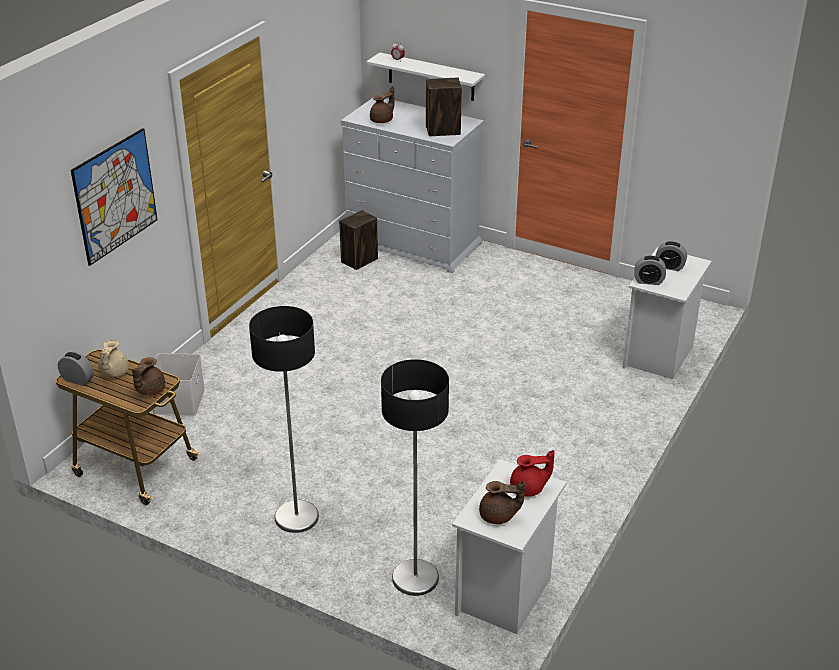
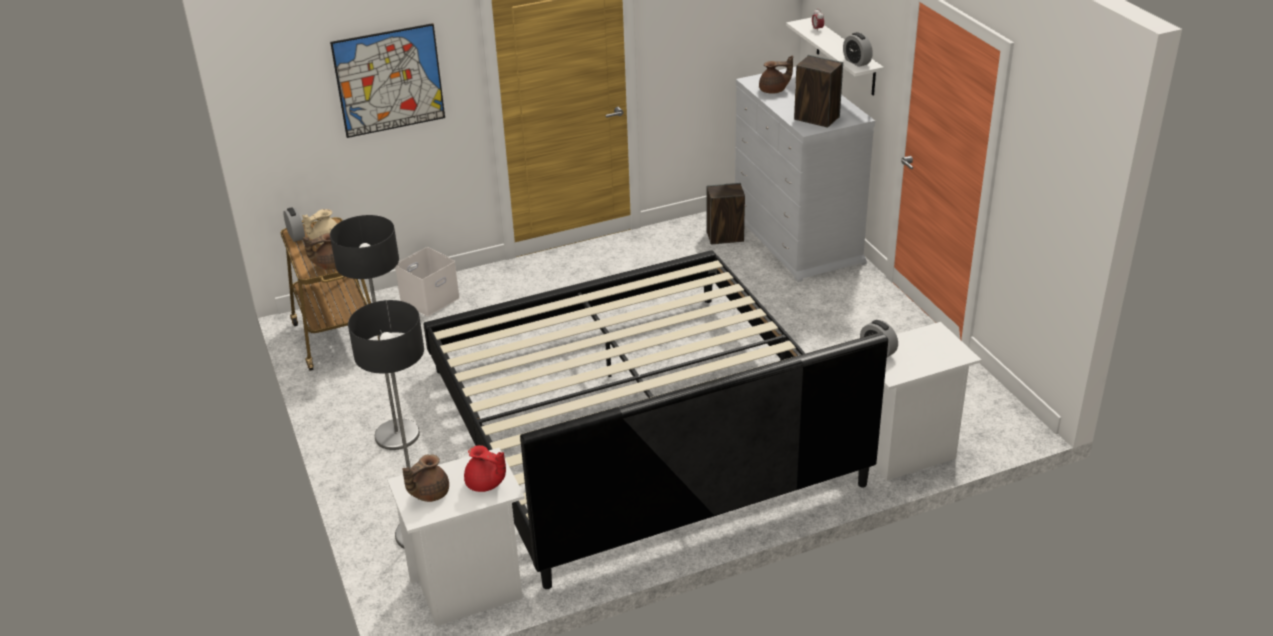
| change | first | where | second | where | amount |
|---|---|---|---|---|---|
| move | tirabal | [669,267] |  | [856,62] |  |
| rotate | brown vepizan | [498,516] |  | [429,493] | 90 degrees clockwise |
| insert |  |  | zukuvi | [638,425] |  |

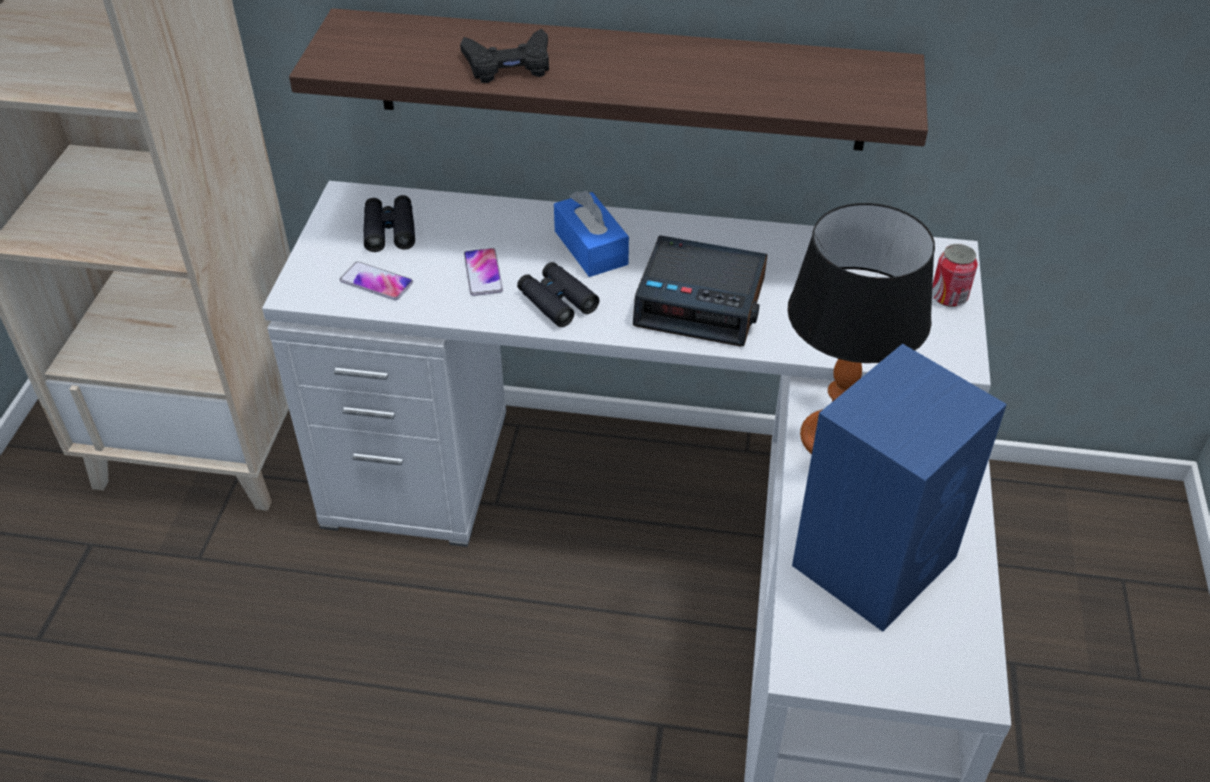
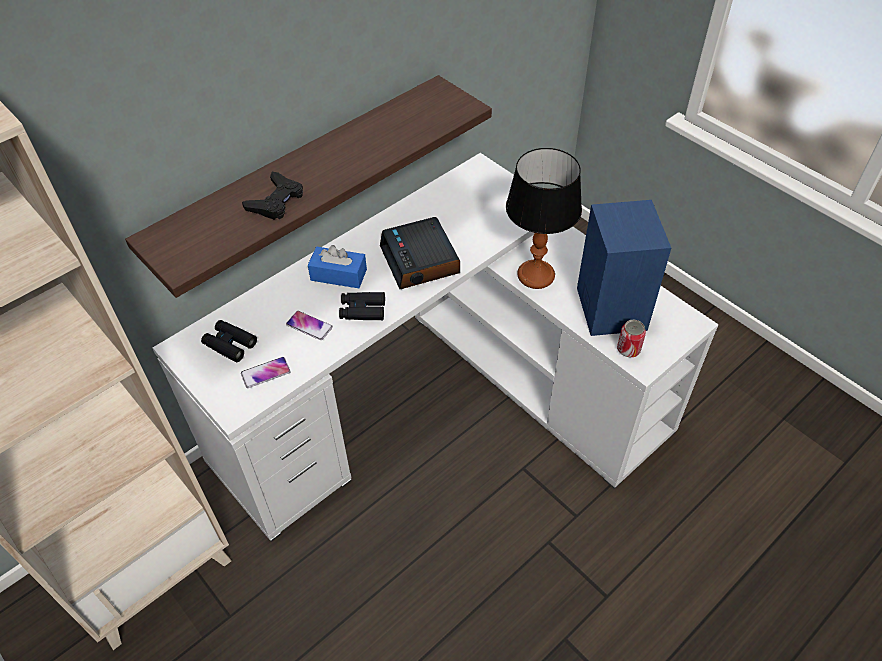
| change | first | where | second | where | amount |
|---|---|---|---|---|---|
| rotate | tirabal | [701,302] |  | [421,260] | 105 degrees clockwise |
| move | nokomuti | [948,297] |  | [628,349] |  |

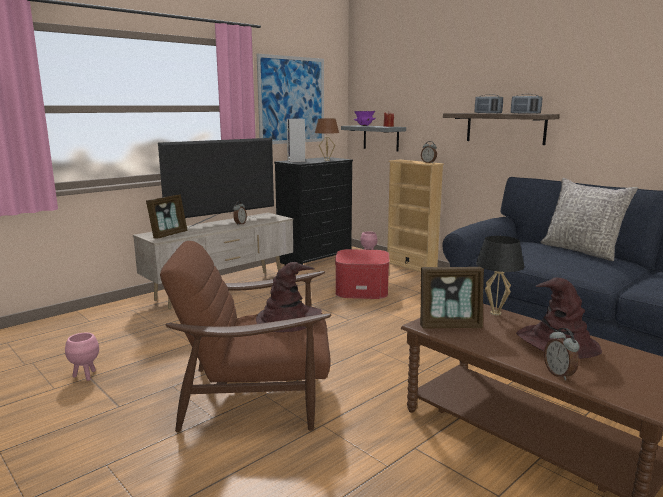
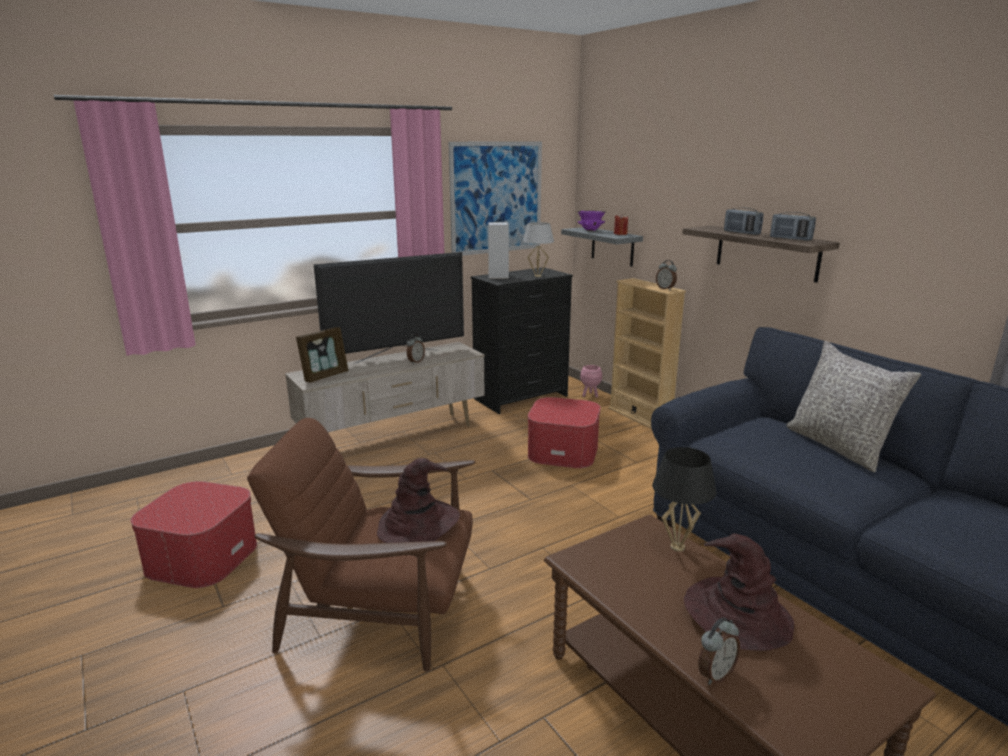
| change | first | where | second | where | amount |
|---|---|---|---|---|---|
| recolor | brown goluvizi | [327,160] | white goluvizi | [537,276] |  |
| delete | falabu | [450,325] |  |  |  |
| rotate | tirabal | [559,374] |  | [715,674] | 120 degrees counterclockwise |
| replace | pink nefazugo | [85,376] | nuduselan | [202,556] |  |

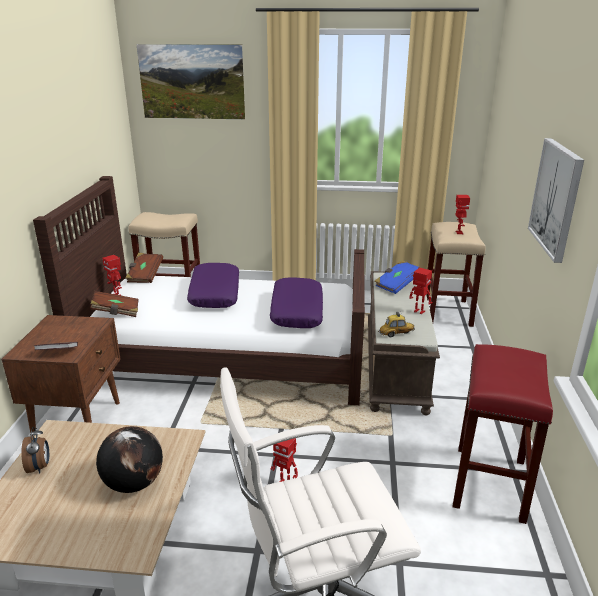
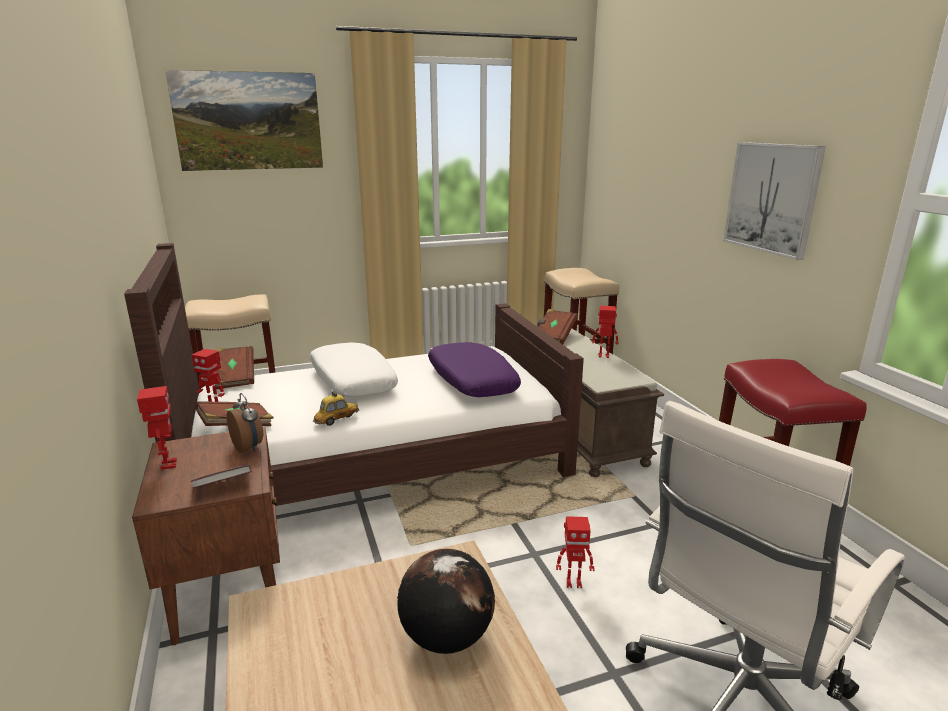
| change | first | where | second | where | amount |
|---|---|---|---|---|---|
| move | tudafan | [458,232] |  | [167,464] |  |
| recolor | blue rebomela | [397,285] | brown rebomela | [553,336] |  |
| recolor | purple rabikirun | [214,293] | white rabikirun | [352,381] |  |
| move | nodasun | [396,334] |  | [337,420] |  |
| move | tirabal | [40,467] |  | [249,447] |  |

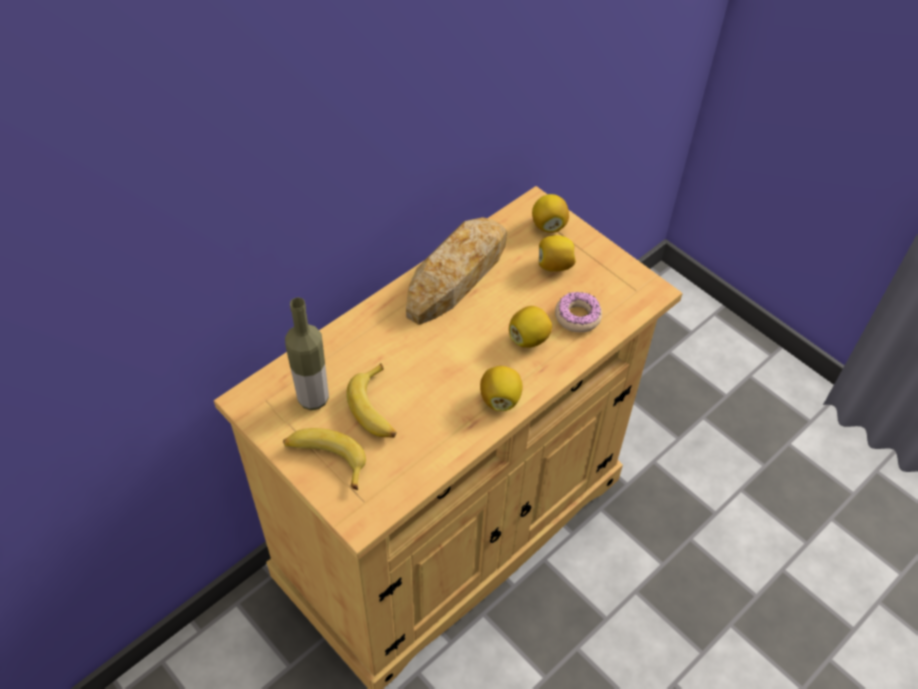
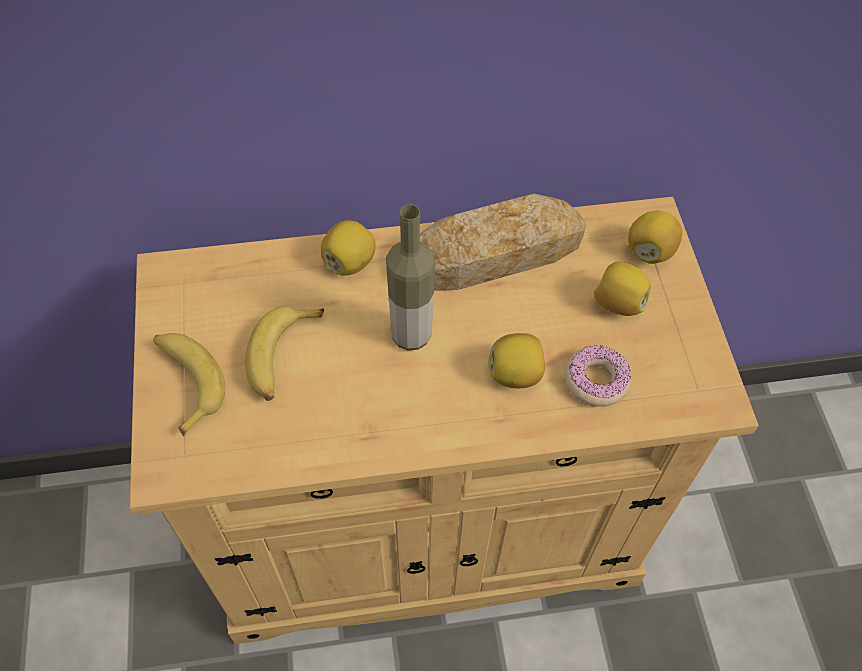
| change | first | where | second | where | amount |
|---|---|---|---|---|---|
| move | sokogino | [313,398] |  | [411,335] |  |
| move | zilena | [500,398] |  | [350,262] |  |

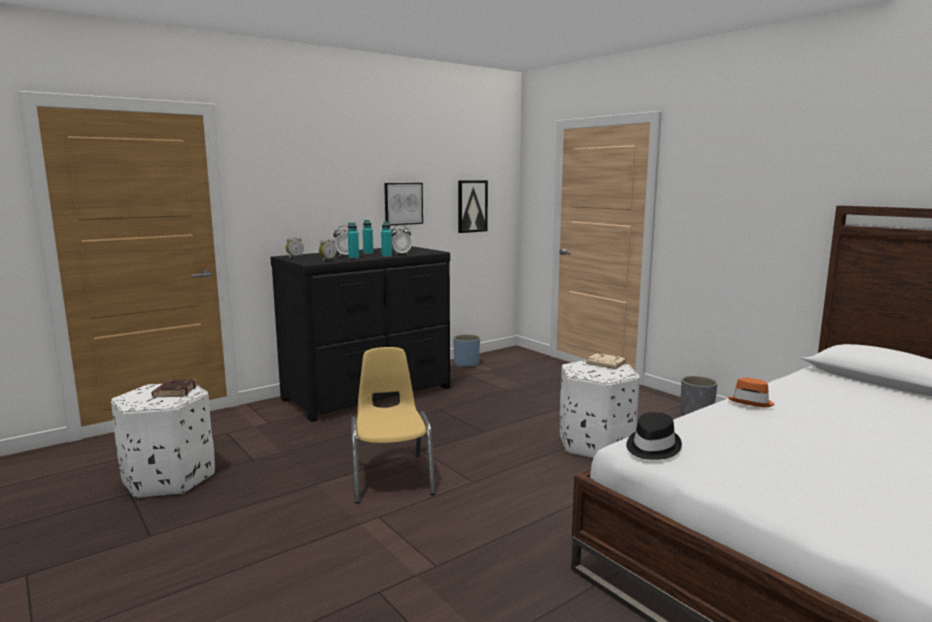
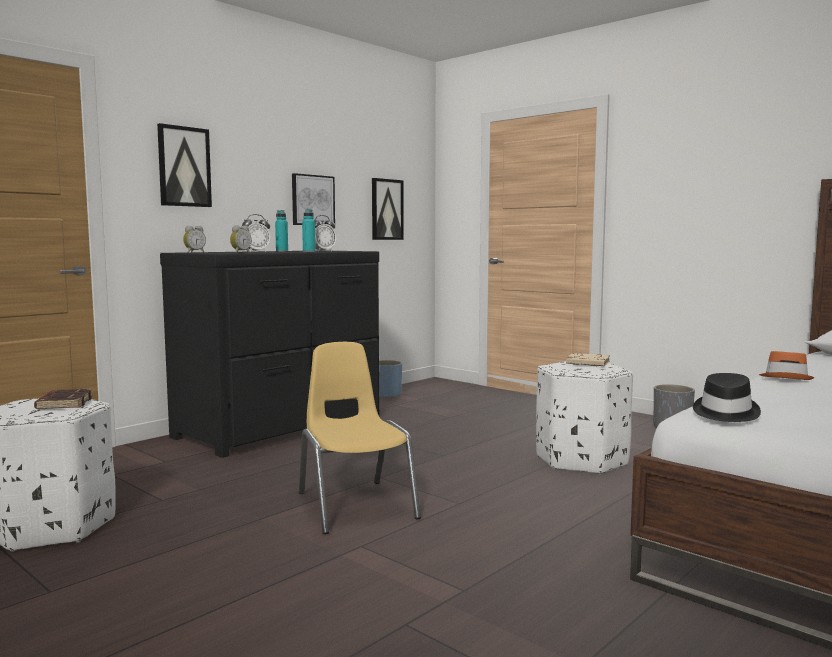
| change | first | where | second | where | amount |
|---|---|---|---|---|---|
| delete | turquoise sokogino | [353,258] |  |  |  |
| insert |  |  | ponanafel | [184,166] |  |

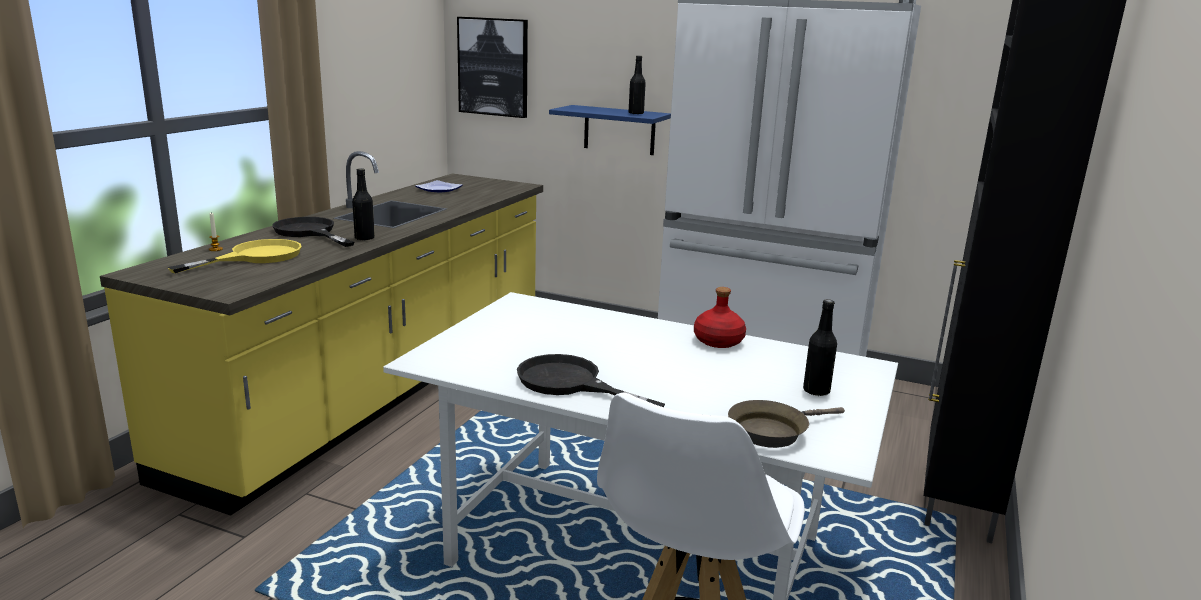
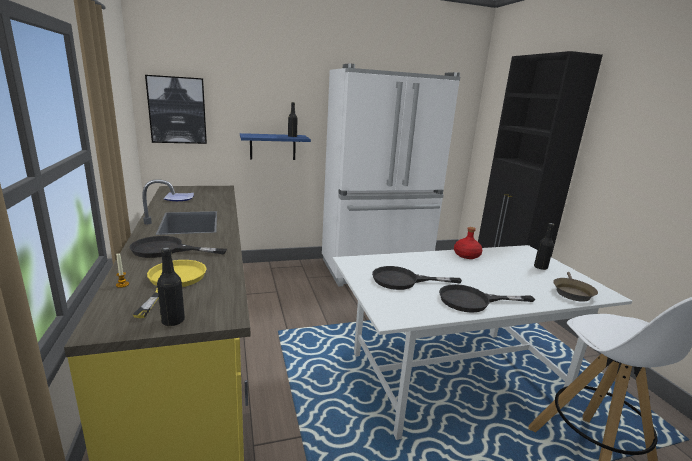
| change | first | where | second | where | amount |
|---|---|---|---|---|---|
| move | black sokogino | [364,238] |  | [173,321] |  |
| insert |  |  | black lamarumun | [403,280] |  |

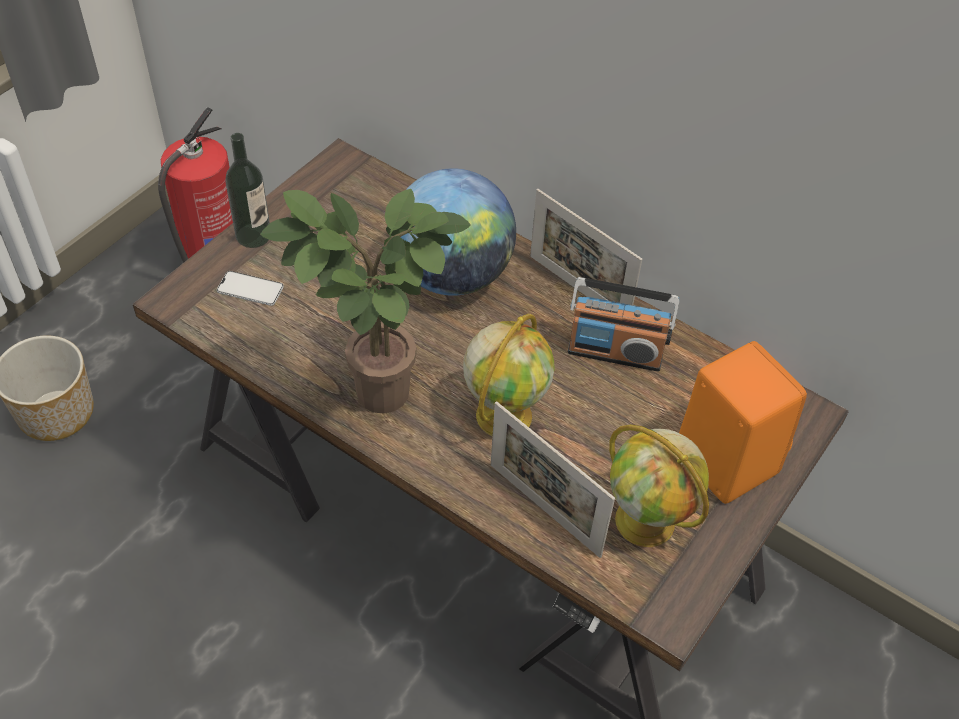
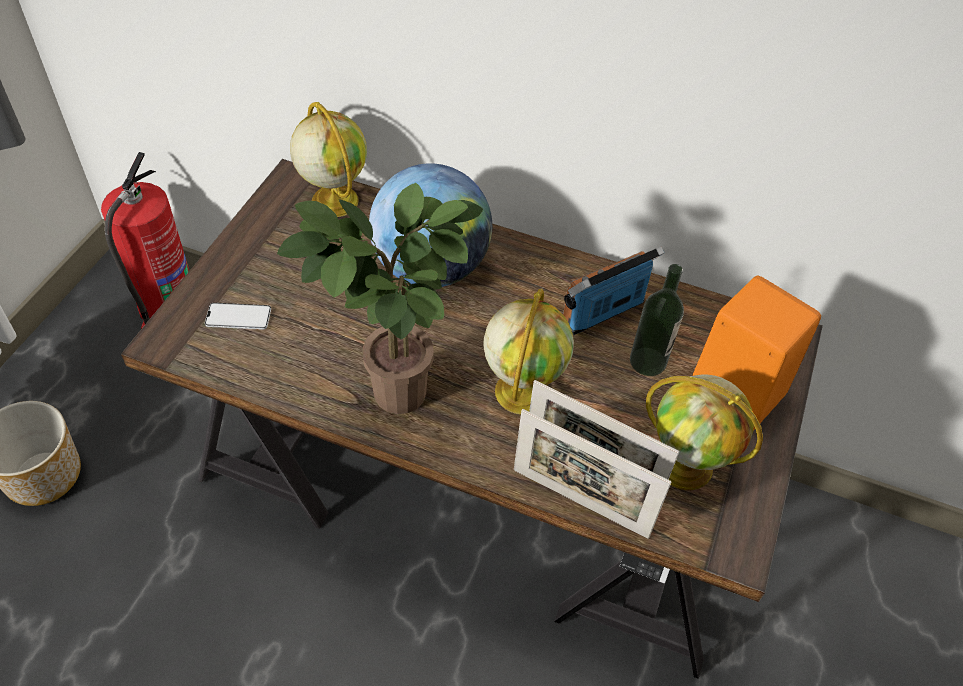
| change | first | where | second | where | amount |
|---|---|---|---|---|---|
| move | sokogino | [253,235] |  | [648,361] |  |
| move | falabu | [578,289] |  | [579,503] |  |
| rotate | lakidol | [615,352] |  | [603,312] | 150 degrees clockwise |
| insert |  |  | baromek | [333,200] |  |

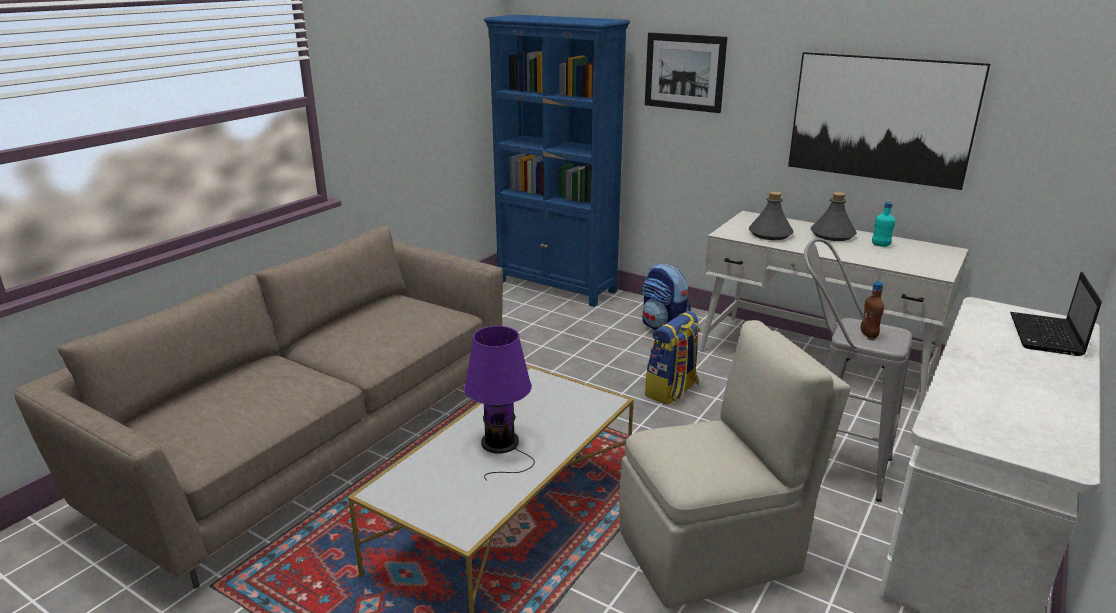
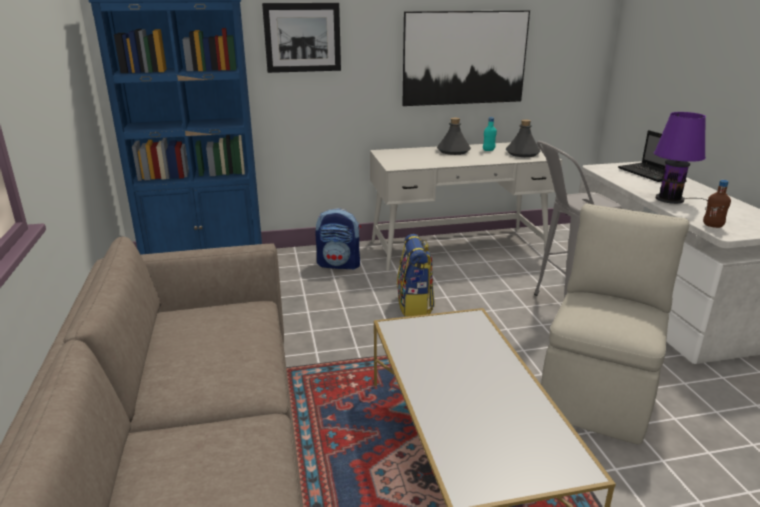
| change | first | where | second | where | amount |
|---|---|---|---|---|---|
| move | grey sokogino | [770,234] |  | [522,153] |  |
| move | brown sokogino | [868,335] |  | [712,226] |  |
| move | purple goluvizi | [501,445] |  | [673,199] |  |

